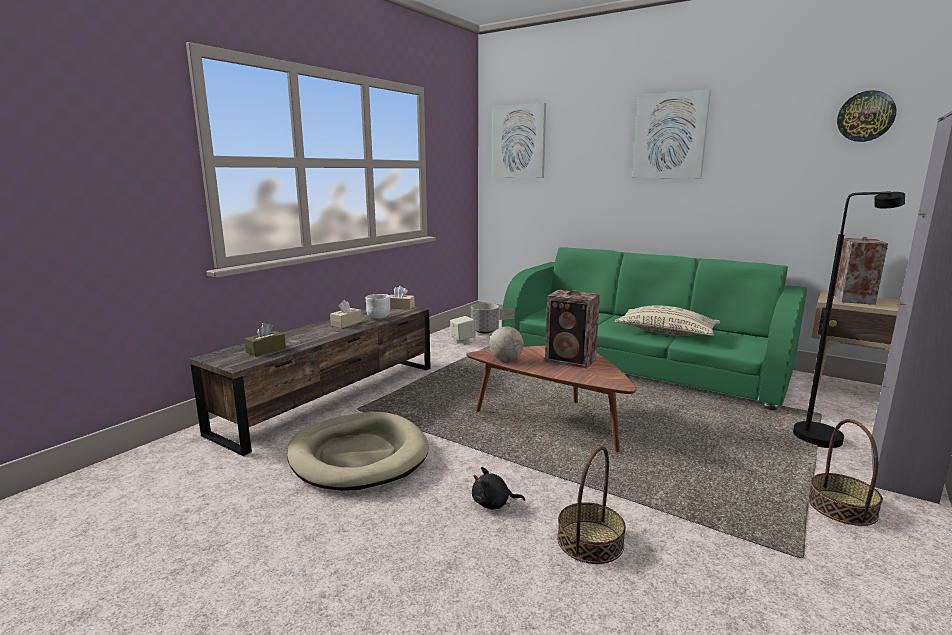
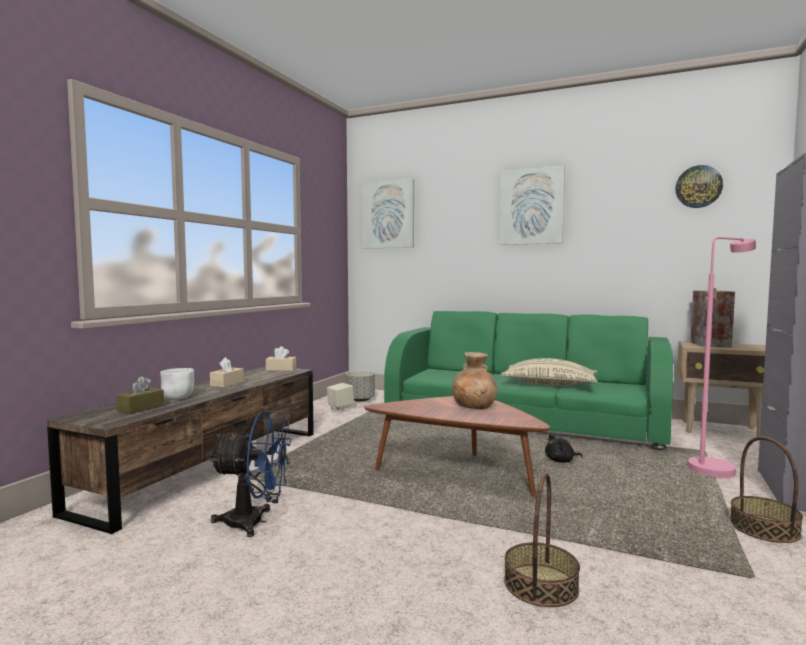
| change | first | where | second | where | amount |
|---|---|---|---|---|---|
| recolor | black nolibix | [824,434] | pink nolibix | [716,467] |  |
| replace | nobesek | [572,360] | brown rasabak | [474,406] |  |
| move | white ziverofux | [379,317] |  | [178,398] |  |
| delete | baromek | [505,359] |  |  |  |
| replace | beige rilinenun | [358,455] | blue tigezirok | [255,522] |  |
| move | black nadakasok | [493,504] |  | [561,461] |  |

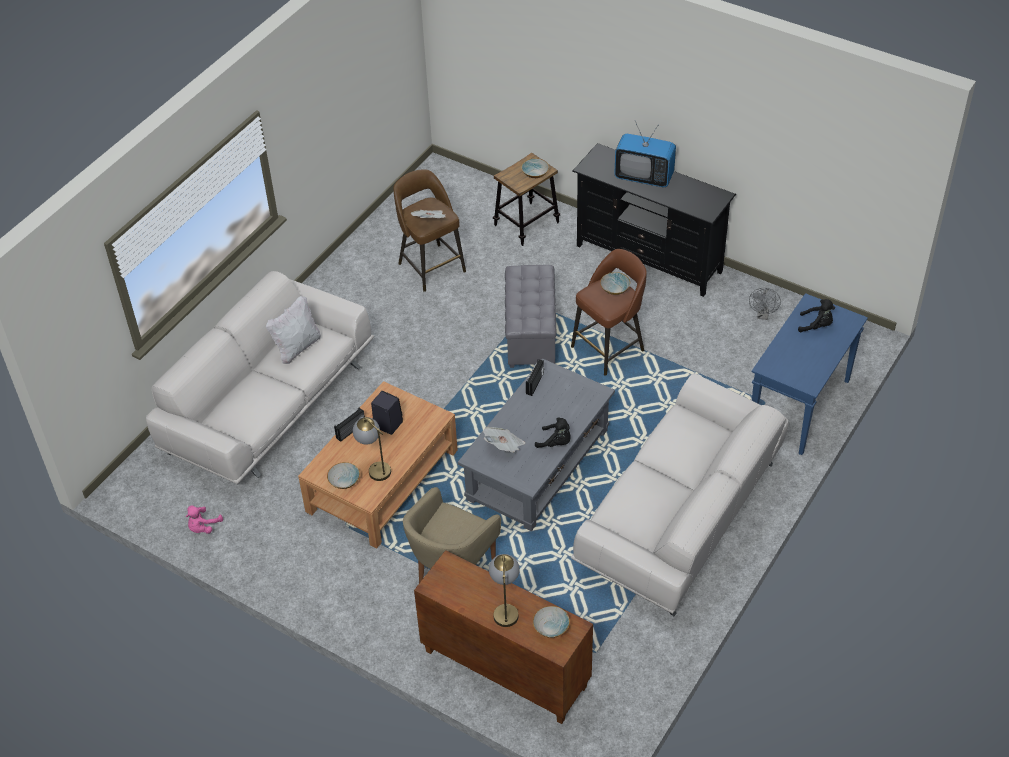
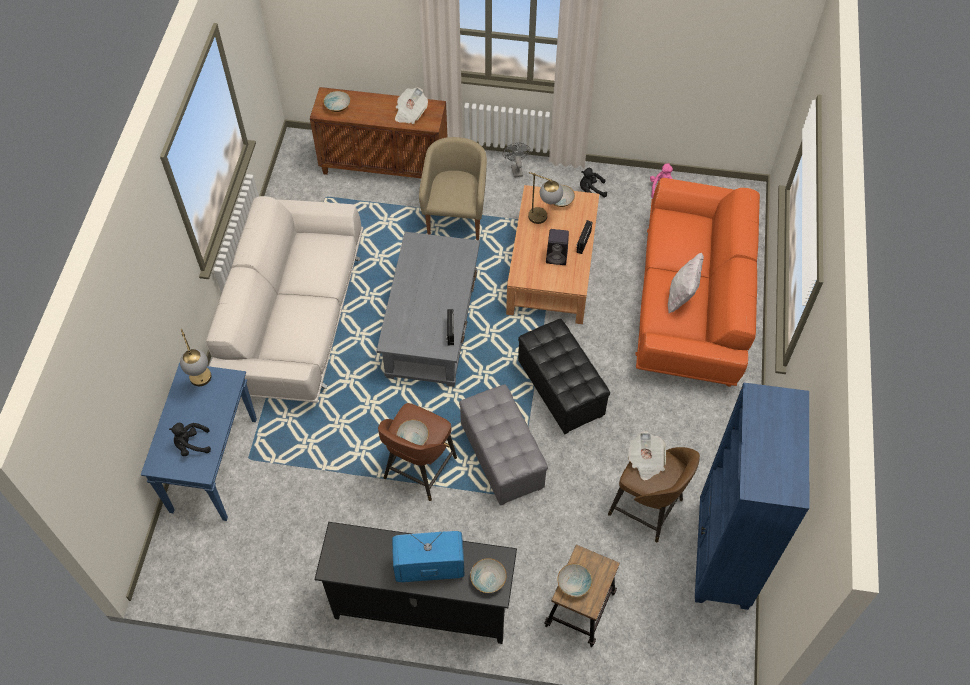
| change | first | where | second | where | amount |
|---|---|---|---|---|---|
| recolor | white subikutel | [269,404] | orange subikutel | [691,301] |  |
| move | grey tigezirok | [763,315] |  | [516,169] |  |
| move | black nadakasok | [556,442] |  | [591,190] |  |
| move | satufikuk | [504,446] |  | [410,113] |  |
| move | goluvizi | [505,608] |  | [203,383] |  |
| insert |  |  | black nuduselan | [561,390] |  |
| insert |  |  | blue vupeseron | [722,556] |  |
| insert |  |  | ziverofux | [487,579] |  |

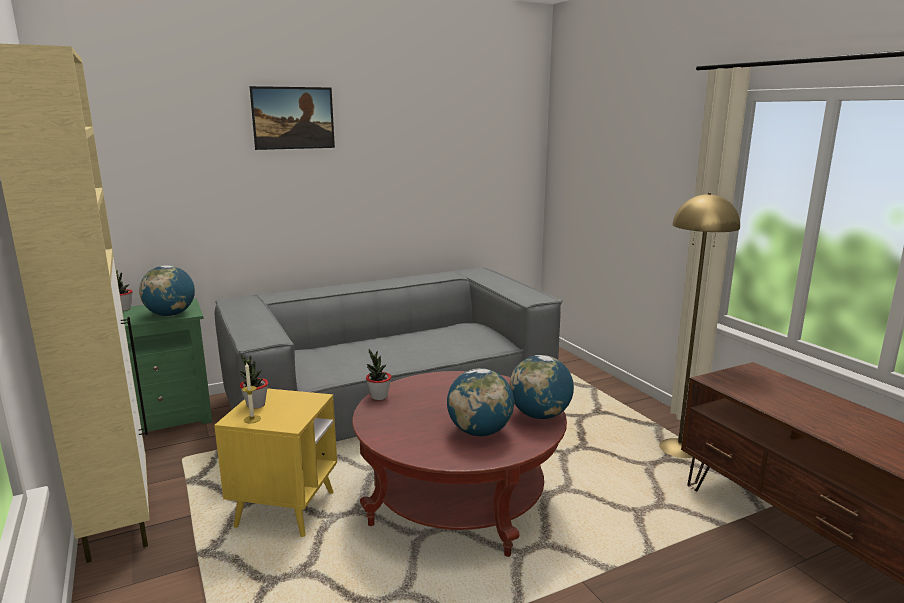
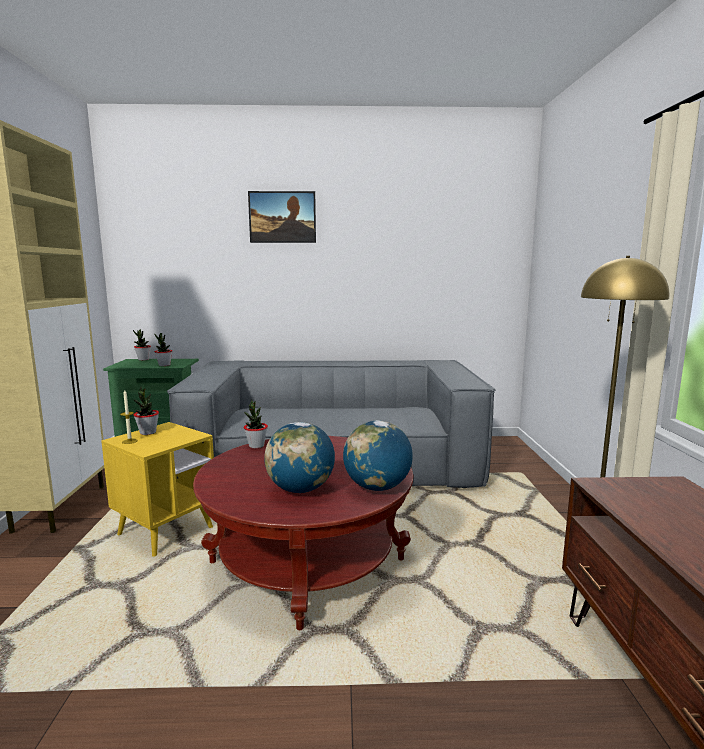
| change | first | where | second | where | amount |
|---|---|---|---|---|---|
| replace | baromek | [170,314] | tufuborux | [164,365] |  |

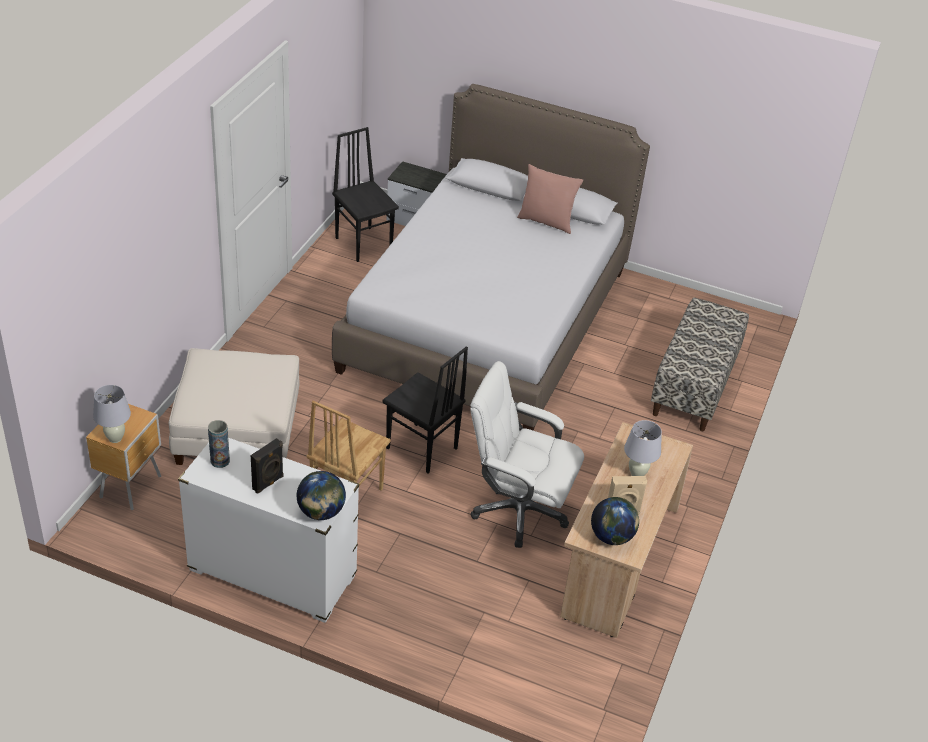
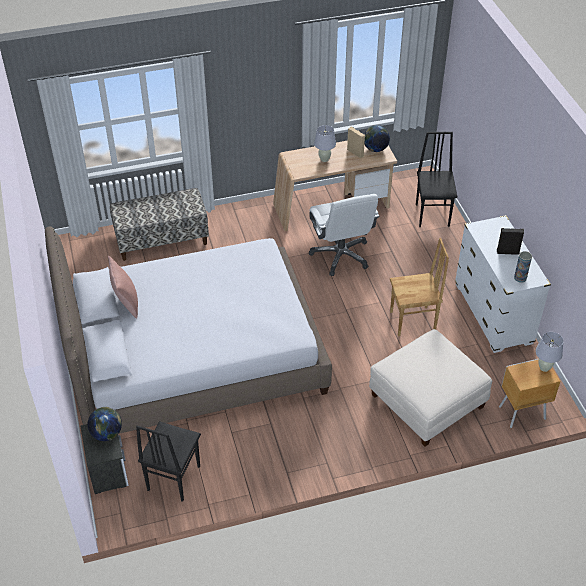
| change | first | where | second | where | amount |
|---|---|---|---|---|---|
| move | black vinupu | [421,449] |  | [433,215] |  |
| move | baromek | [321,512] |  | [107,434] |  |

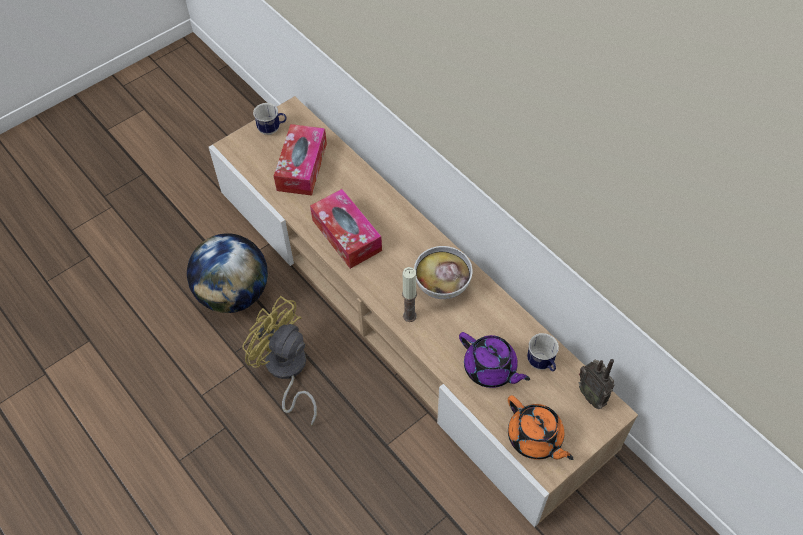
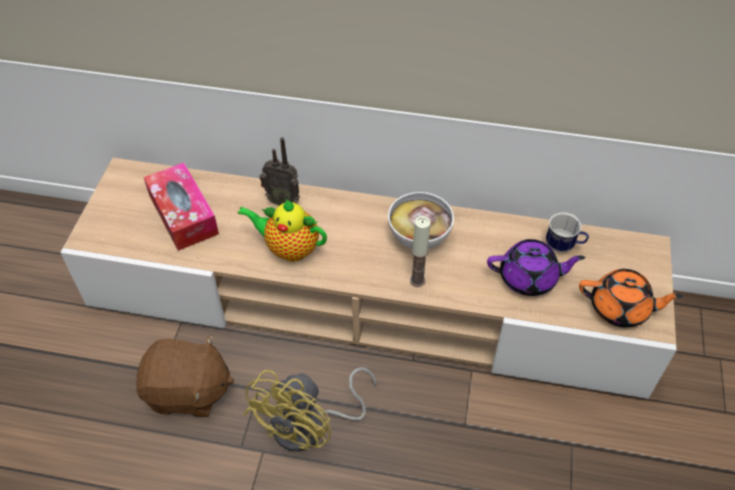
| change | first | where | second | where | amount |
|---|---|---|---|---|---|
| delete | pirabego | [272,129] |  |  |  |
| replace | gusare | [346,235] | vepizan | [289,248] |  |
| replace | baromek | [234,294] | brown nadakasok | [188,392] |  |
| rotate | yellow tigezirok | [286,371] |  | [310,427] | 60 degrees counterclockwise |
| move | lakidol | [592,395] |  | [283,201] |  |

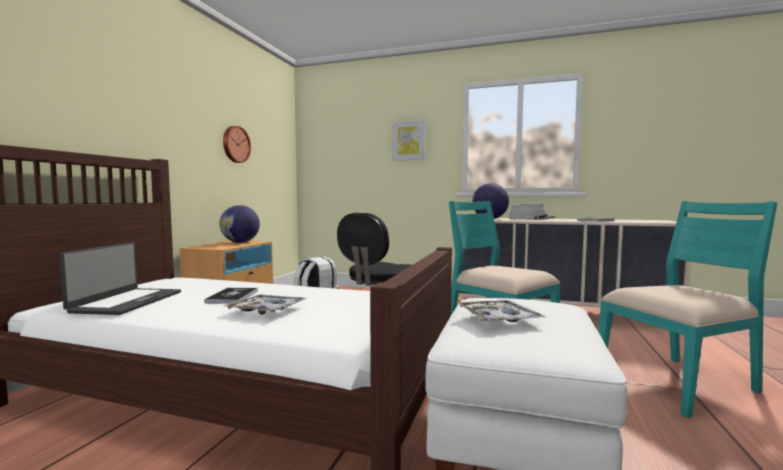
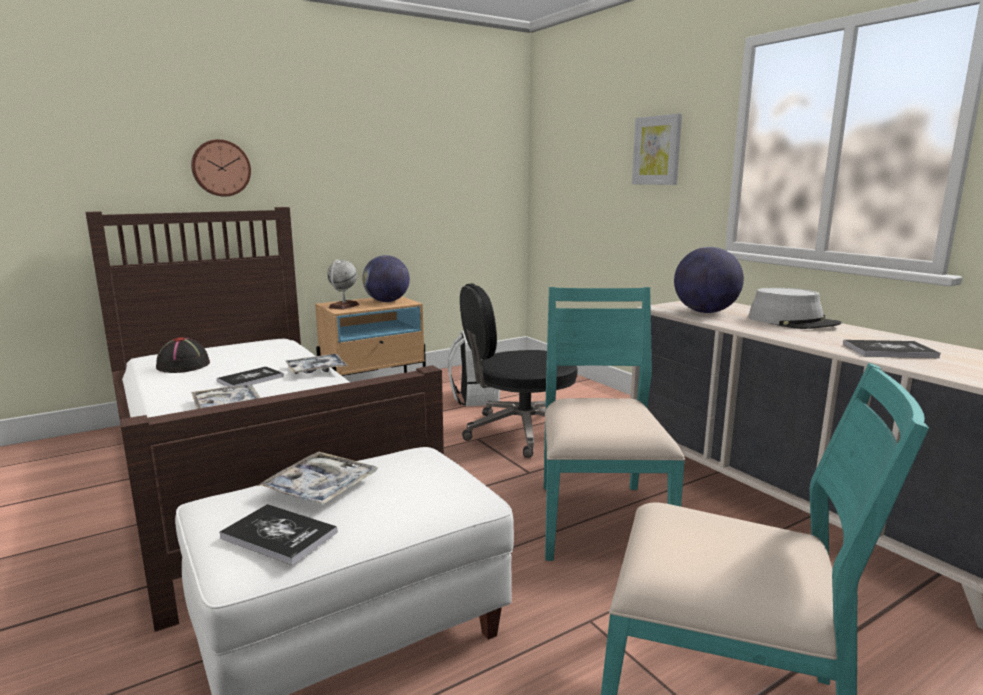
| change | first | where | second | where | amount |
|---|---|---|---|---|---|
| move | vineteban | [235,144] |  | [221,168] |  |
| replace | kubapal | [126,302] | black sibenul | [184,365] |  |
| insert |  |  | baromek | [344,306] |  |
| insert |  |  | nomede | [316,370] |  |
| insert |  |  | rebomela | [279,535] |  |

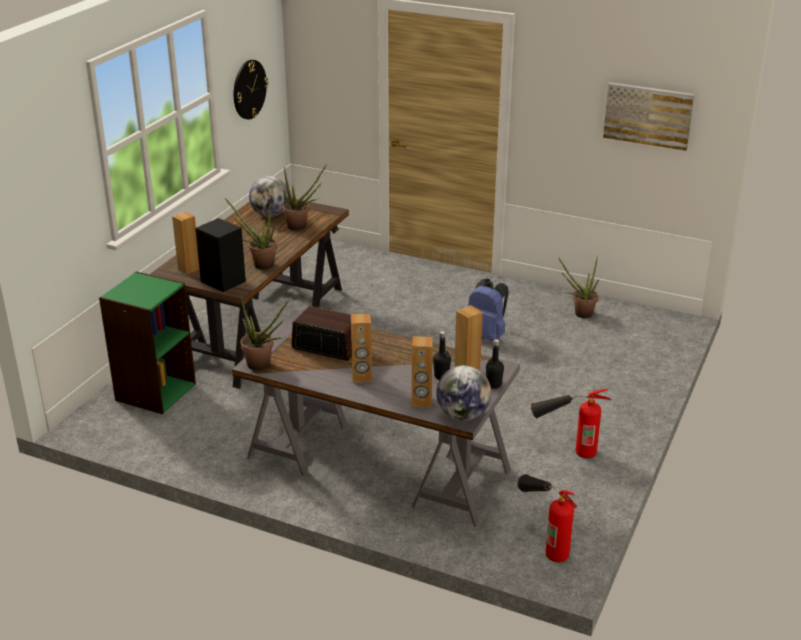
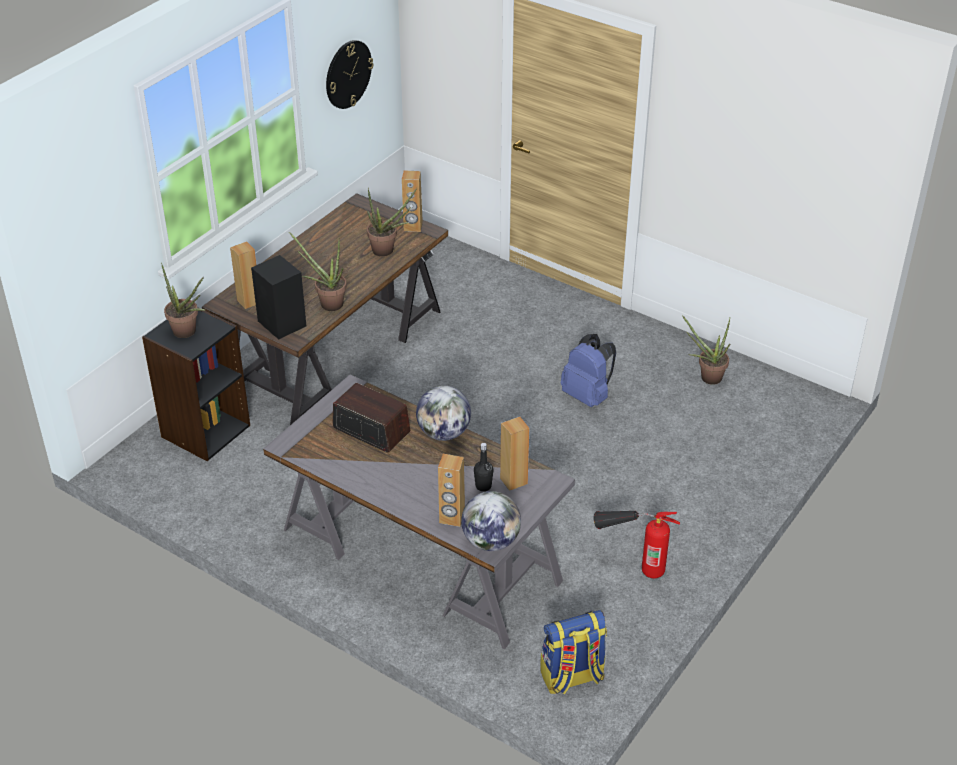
| change | first | where | second | where | amount |
|---|---|---|---|---|---|
| delete | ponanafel | [648,115] |  |  |  |
| move | baromek | [270,214] |  | [444,433] |  |
| recolor | green vupeseron | [155,392] | black vupeseron | [205,430] |  |
| move | tufuborux | [263,365] |  | [188,333] |  |
| move | brown nobesek | [362,377] |  | [413,227] |  |
| delete | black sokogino | [494,385] |  |  |  |
| replace | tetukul | [544,541] | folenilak | [572,677] |  |

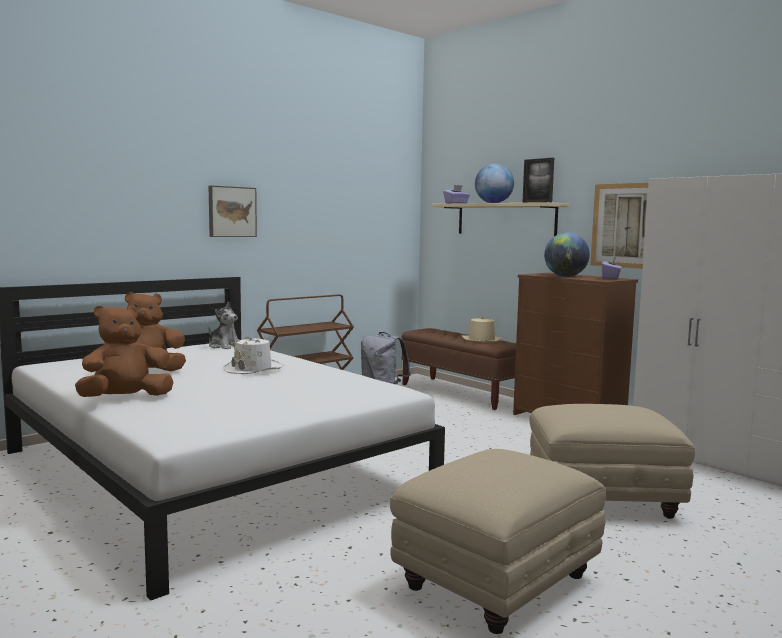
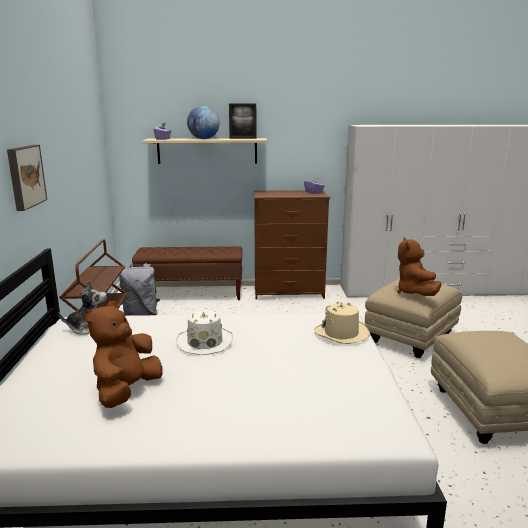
| change | first | where | second | where | amount |
|---|---|---|---|---|---|
| delete | ponanafel | [624,225] |  |  |  |
| delete | baromek | [565,276] |  |  |  |
| move | brown nadakasok | [125,399] |  | [414,293] |  |
| move | beige sibenul | [481,340] |  | [341,333] |  |

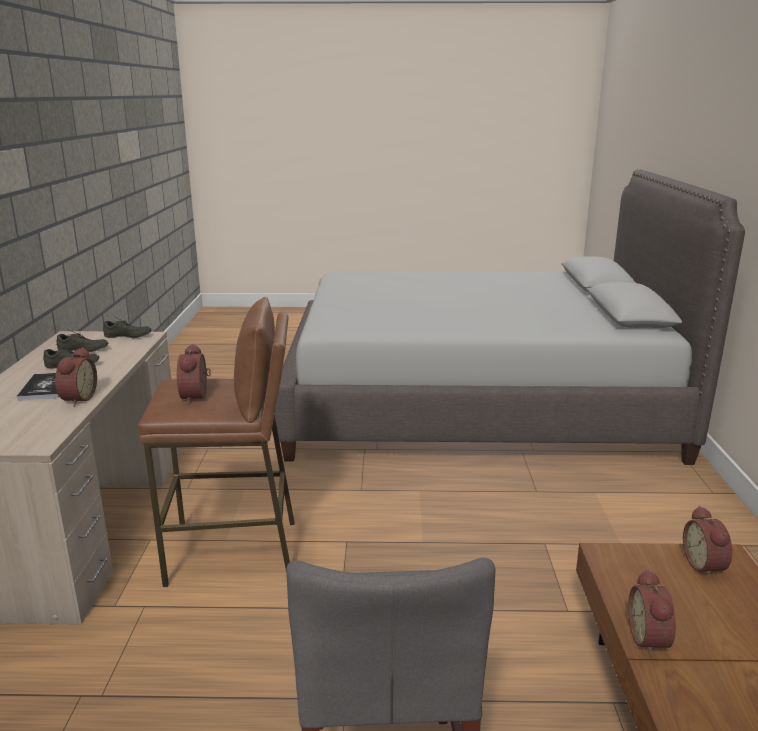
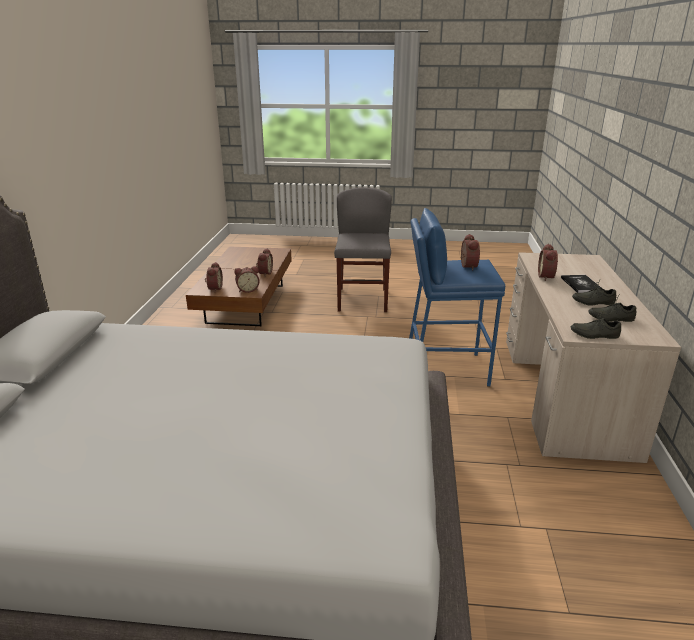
| change | first | where | second | where | amount |
|---|---|---|---|---|---|
| recolor | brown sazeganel | [233,552] | blue sazeganel | [445,369] |  |
| insert |  |  | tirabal | [248,290] |  |

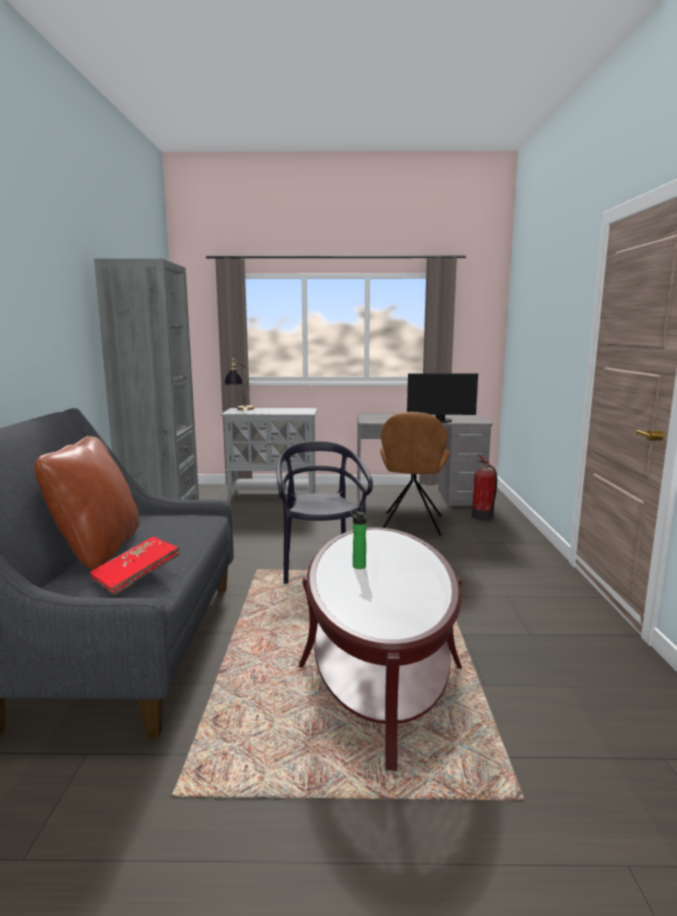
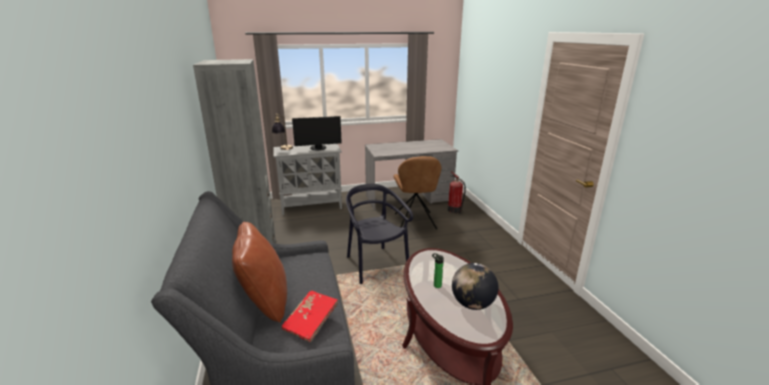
| change | first | where | second | where | amount |
|---|---|---|---|---|---|
| move | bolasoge | [440,421] |  | [318,148] |  |
| insert |  |  | baromek | [472,304] |  |

